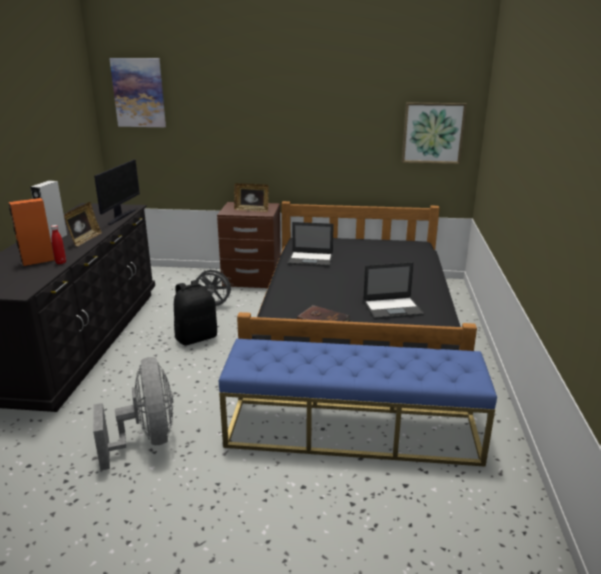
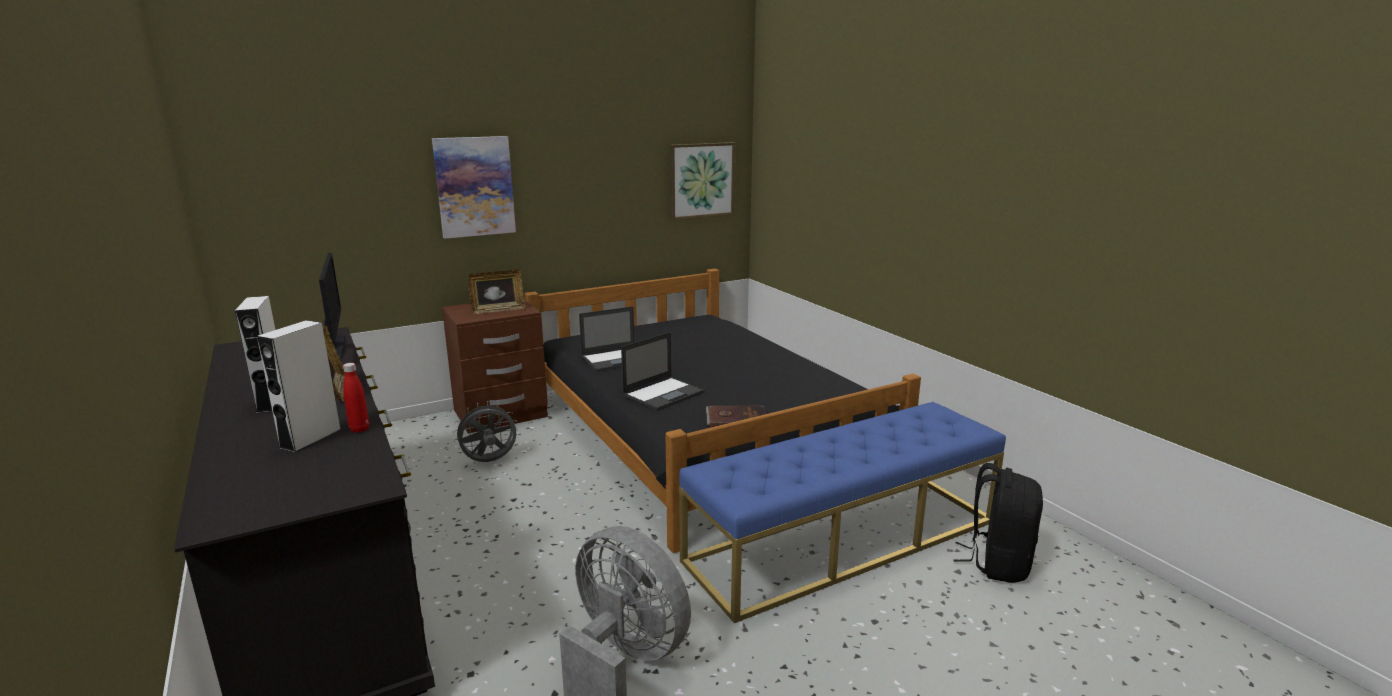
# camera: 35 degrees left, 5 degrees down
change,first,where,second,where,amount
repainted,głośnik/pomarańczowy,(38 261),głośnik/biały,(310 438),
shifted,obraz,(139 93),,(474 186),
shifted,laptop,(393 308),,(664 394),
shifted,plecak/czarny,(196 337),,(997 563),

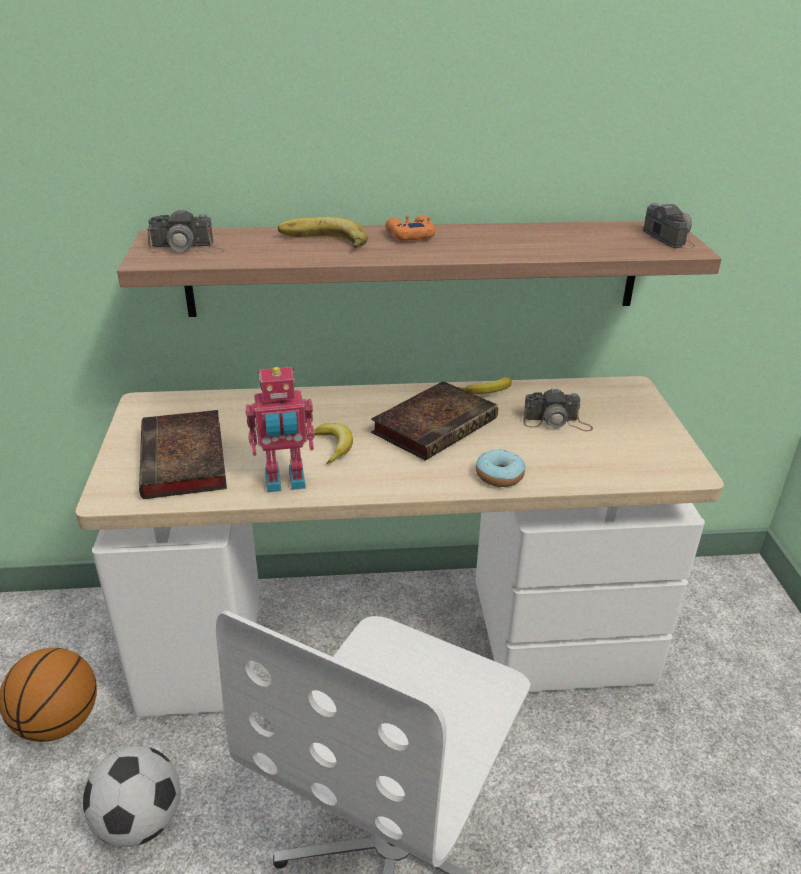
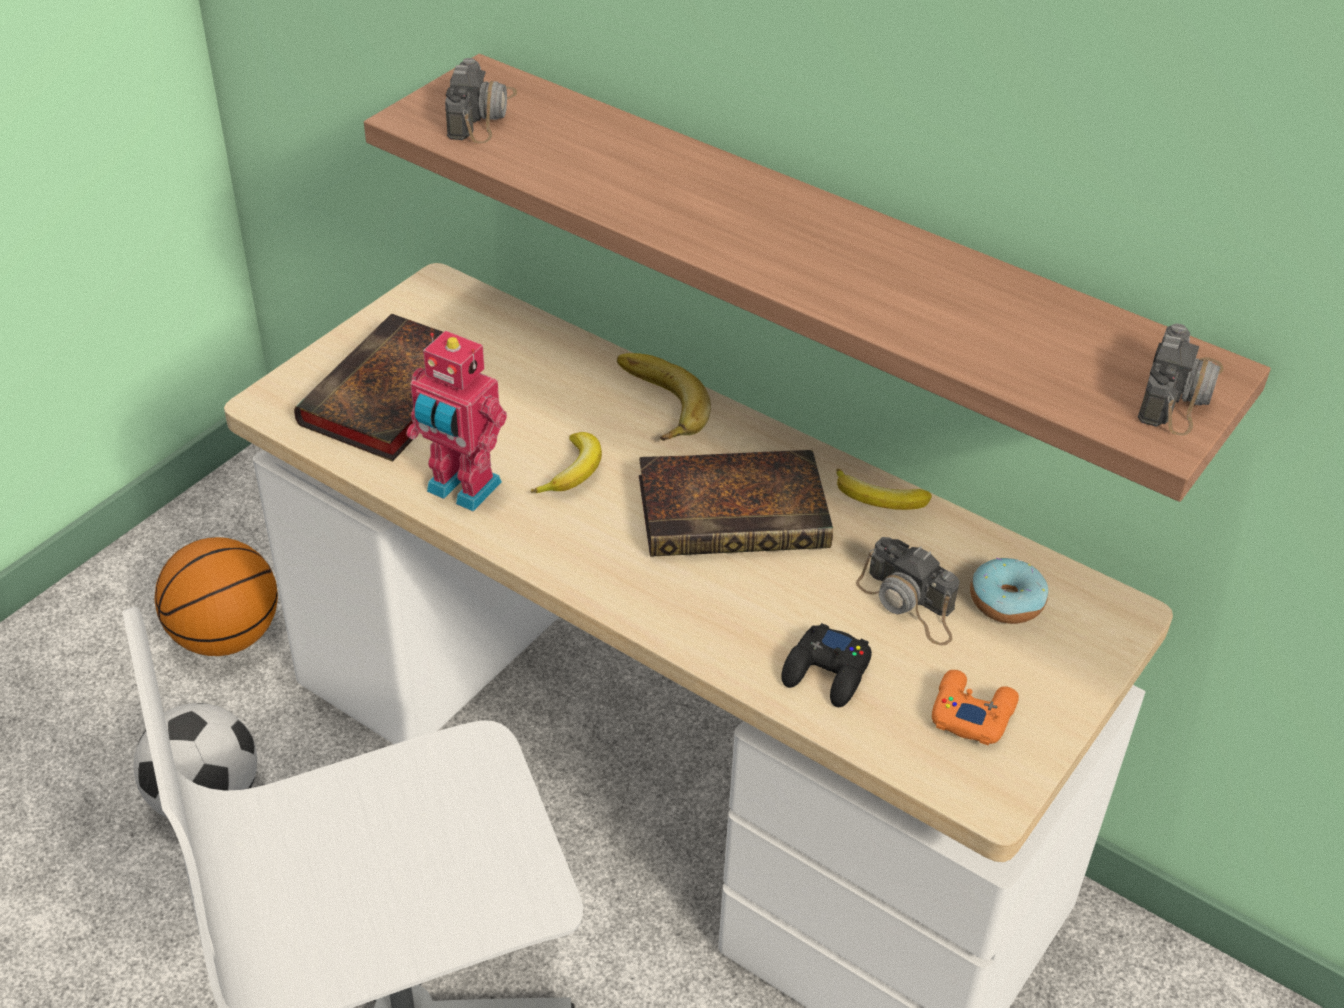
# camera: 40 degrees right, 10 degrees up
change,first,where,second,where,amount
rotated,aparat fotograficzny,(187 248),,(482 114),120 degrees counterclockwise
shifted,banan,(322 242),,(654 404),
new,,,pad do gier/czarny,(827 673),
shifted,pad do gier/pomarańczowy,(409 235),,(971 713),
shifted,donut,(499 476),,(1006 601),

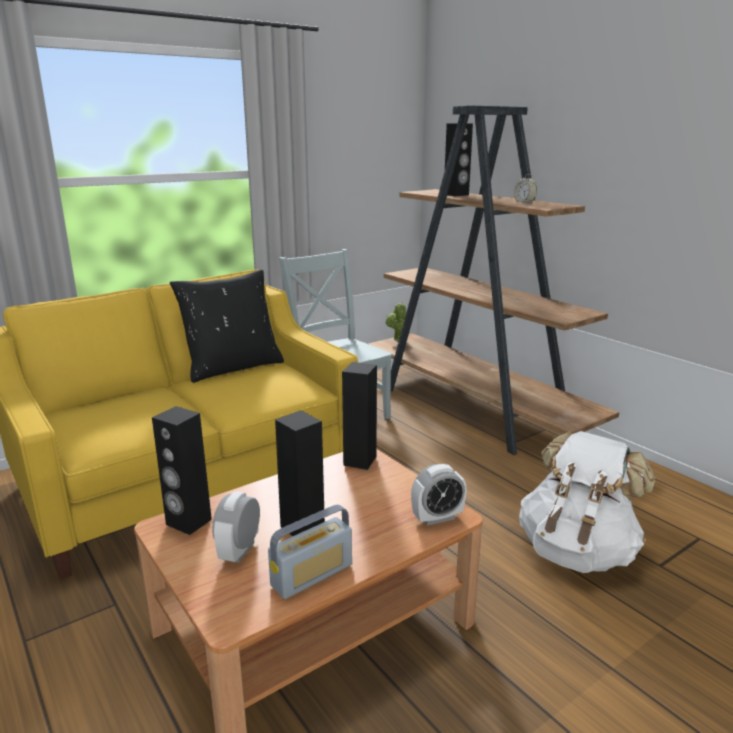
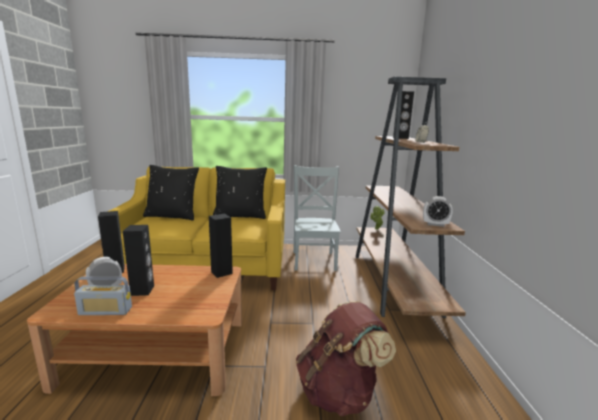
# camera: 35 degrees right, 5 degrees down
change,first,where,second,where,amount
new,,,poduszka/czarny,(172 216),
repainted,plecak/biały,(577 551),plecak/brązowy,(339 391),
shifted,budzik,(437 518),,(435 224),

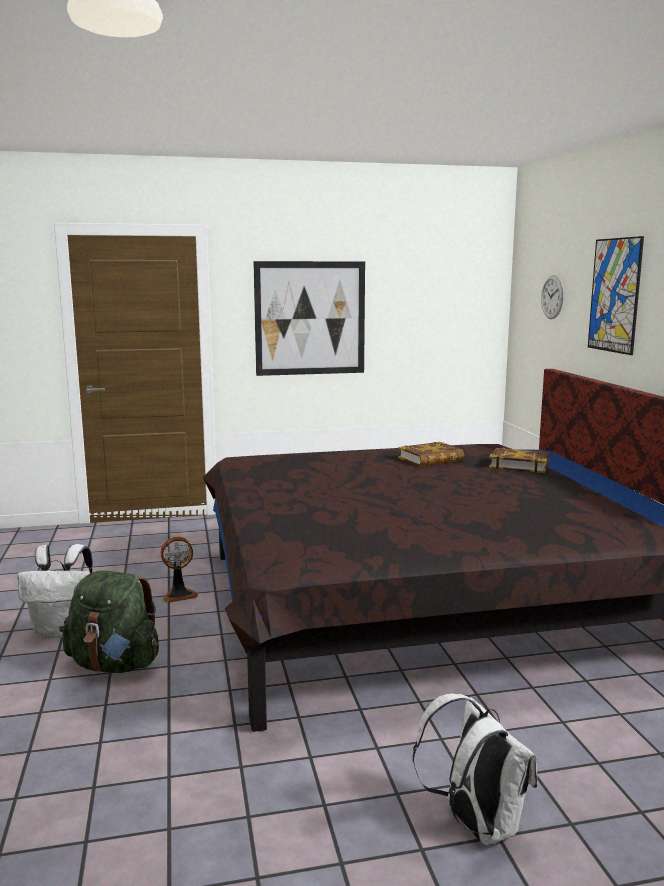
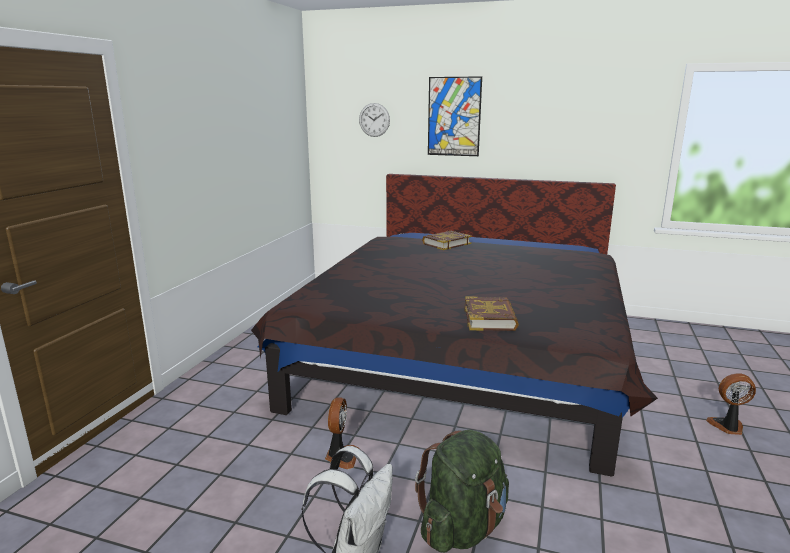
# camera: 60 degrees left, 5 degrees up
change,first,where,second,where,amount
shifted,książka,(431 459),,(490 319),
swapped,plecak/biały,(475 824),wentylator,(727 427),
gone,obraz,(310 318),,,

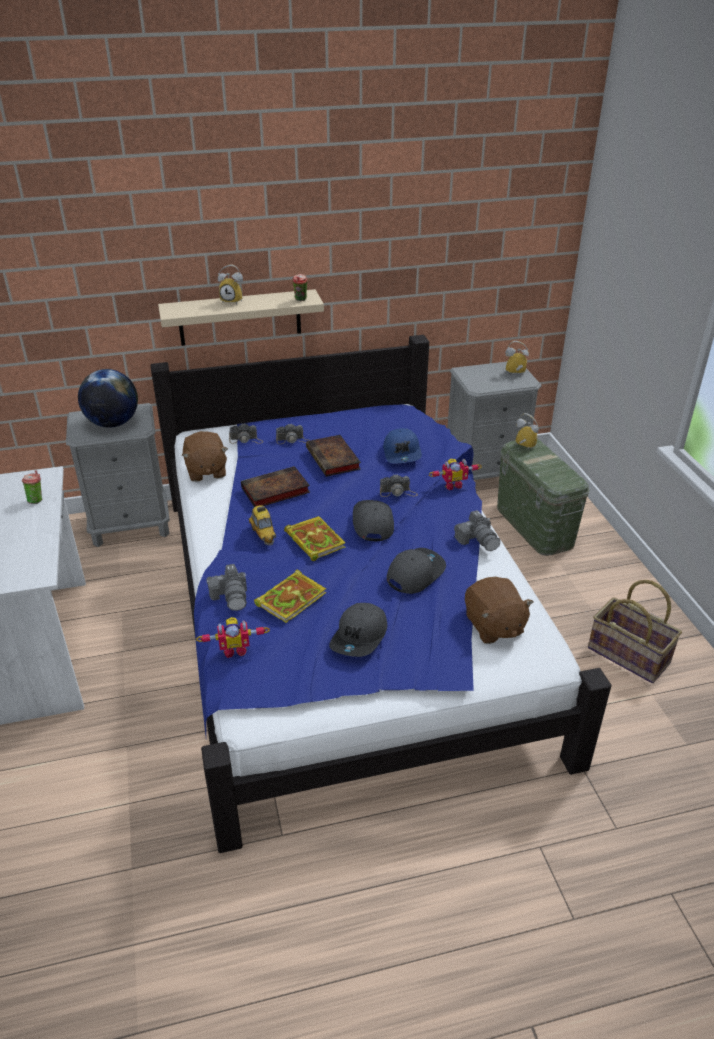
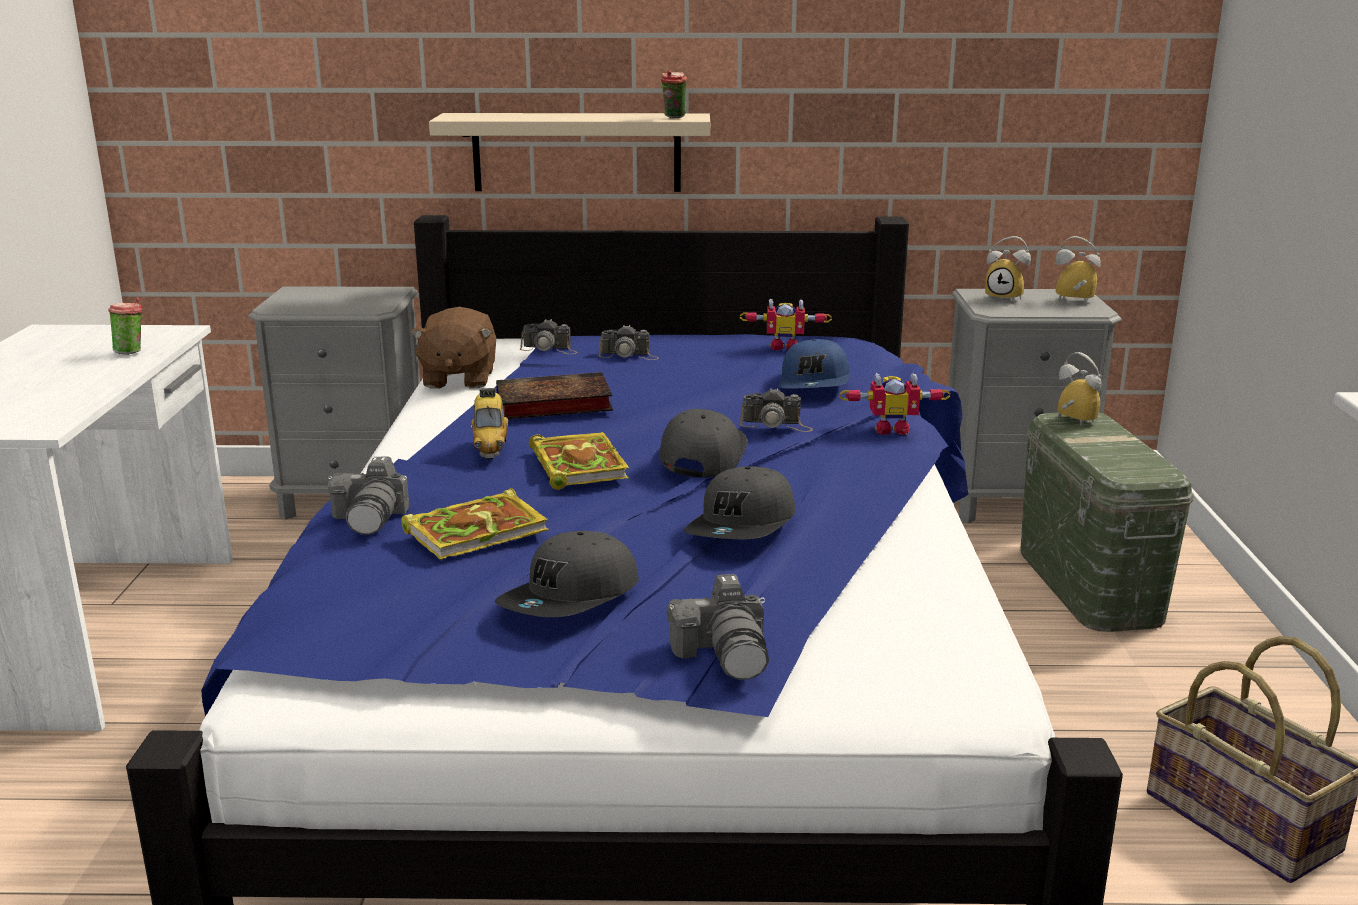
# camera: 15 degrees right, 15 degrees down
change,first,where,second,where,amount
shifted,aparat fotograficzny,(478 540),,(725 653),
rotated,czapka z daszkiem/szary,(415 573),,(743 526),150 degrees clockwise
shifted,robot zabawkowy,(235 649),,(784 346),
shifted,budzik,(233 301),,(1006 298),
gone,globus,(113 423),,,
gone,książka,(334 459),,,
gone,pluszak/brązowy,(493 626),,,

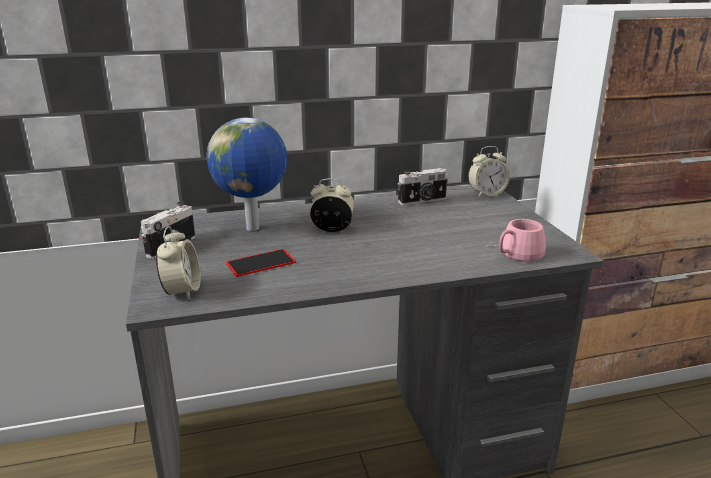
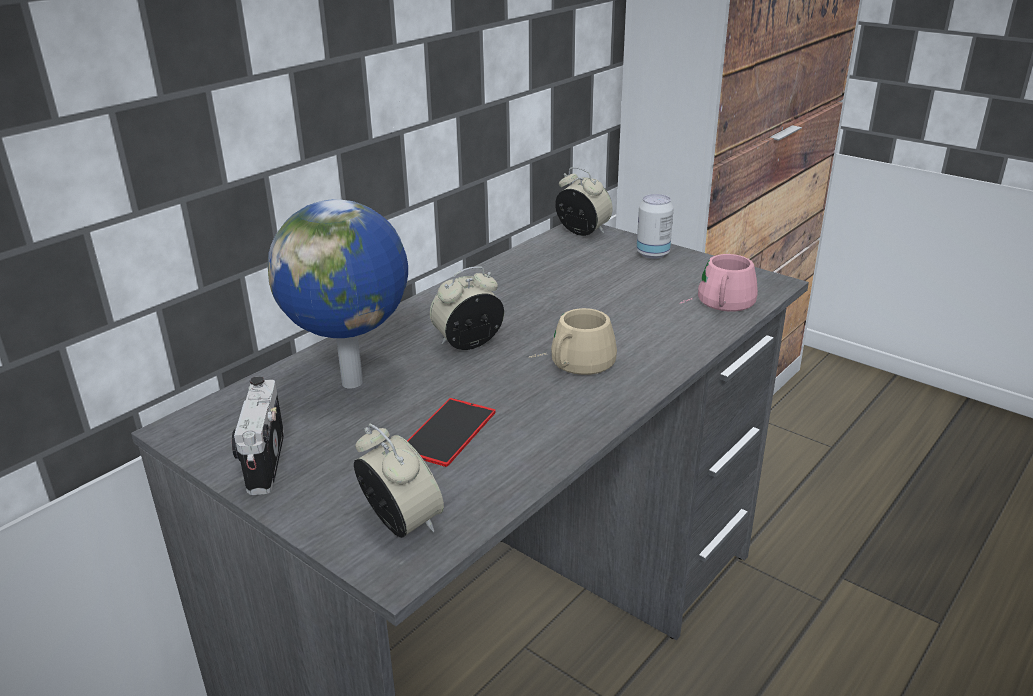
# camera: 35 degrees left, 5 degrees up
change,first,where,second,where,amount
new,,,kubek/beżowy,(572 362),
rotated,budzik,(486 194),,(582 232),90 degrees counterclockwise
new,,,puszka,(653 253),
gone,aparat fotograficzny,(423 201),,,

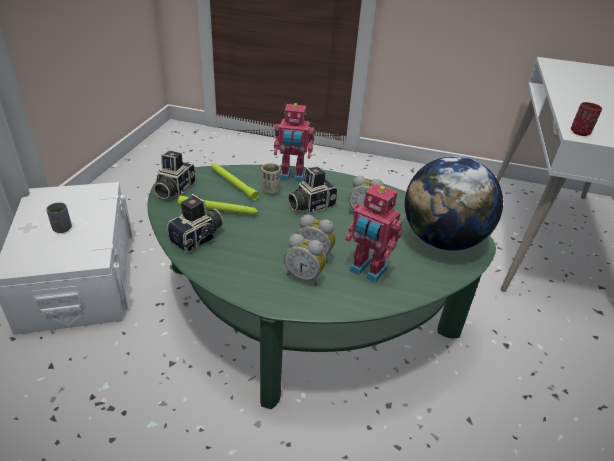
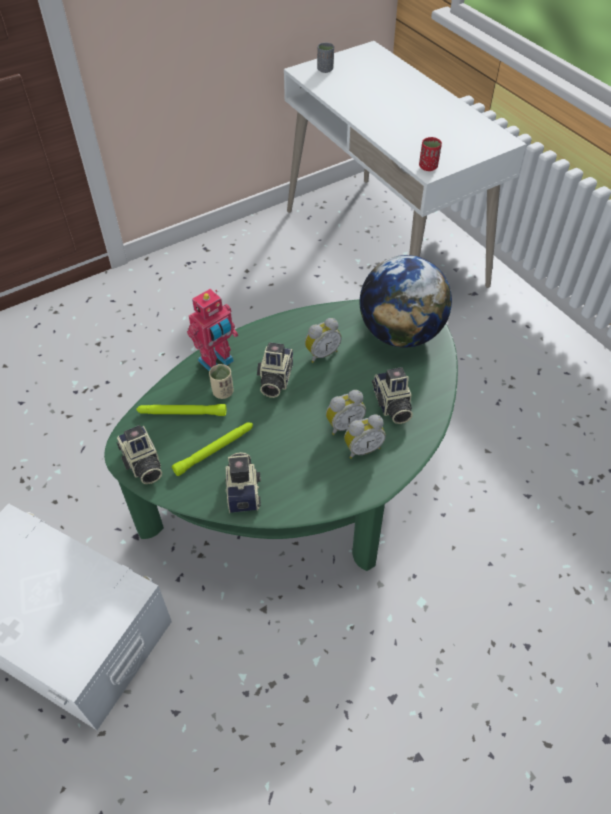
# camera: 45 degrees left, 15 degrees up
change,first,where,second,where,amount
shifted,filiżanka/szary,(62 229),,(325 69),
swapped,robot zabawkowy,(367 271),aparat fotograficzny,(391 405),

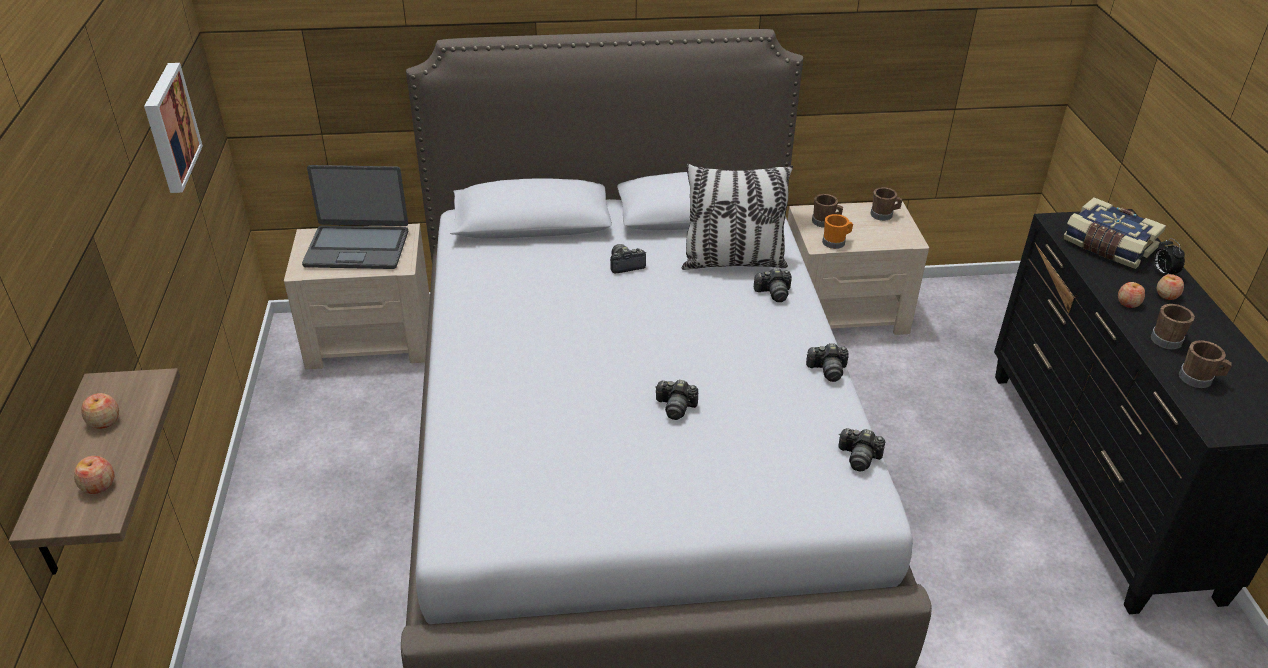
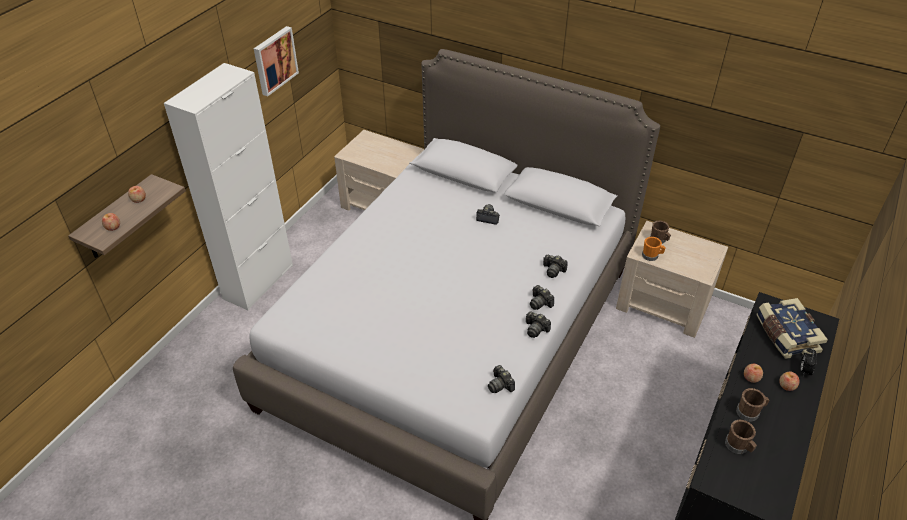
# camera: 35 degrees right, 5 degrees up
change,first,where,second,where,amount
new,,,szafka/biały,(258 282),
shifted,aparat fotograficzny,(675 407),,(540 303),
gone,laptop,(357 248),,,
gone,poduszka,(733 262),,,
gone,kubek/brązowy,(884 215),,,

